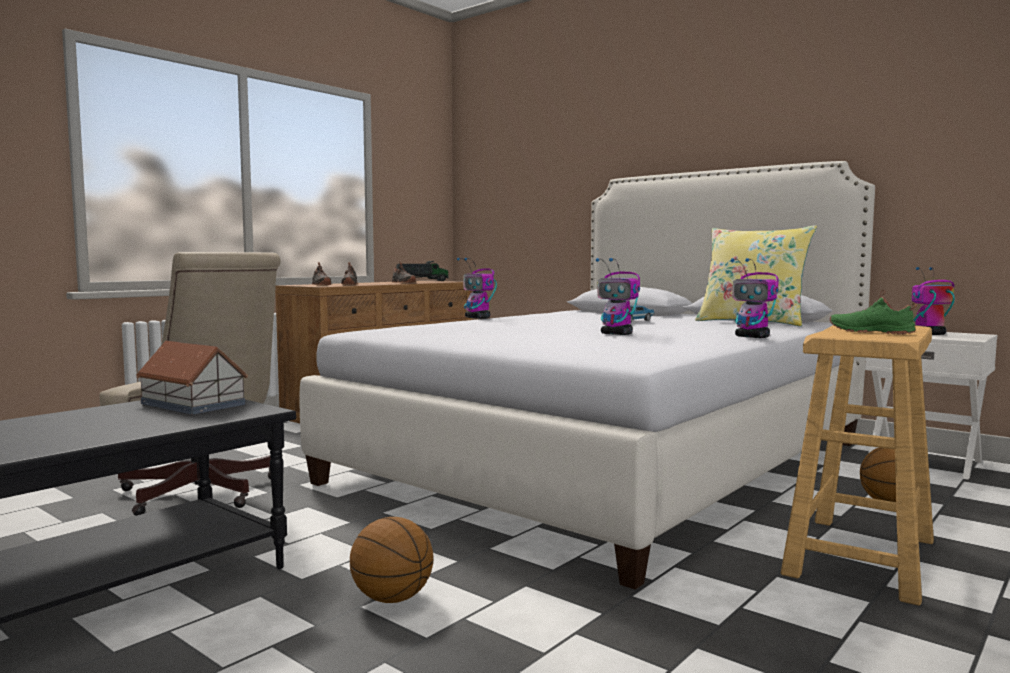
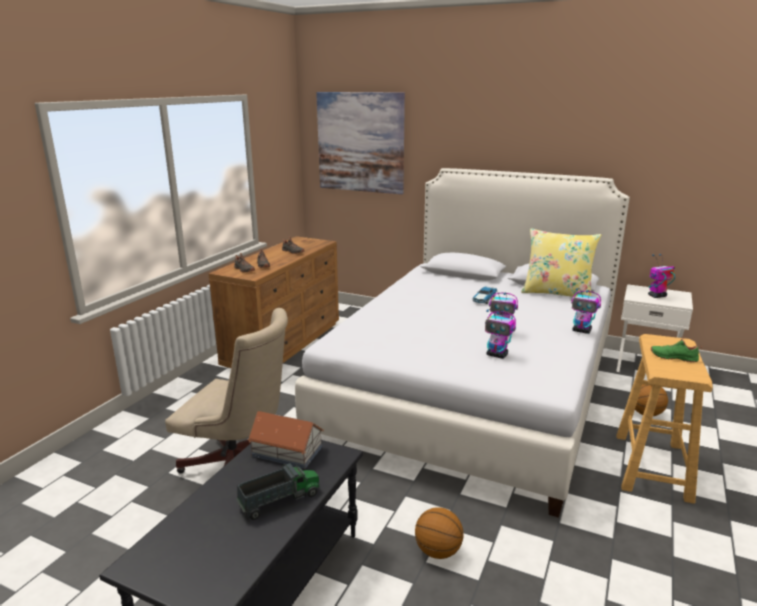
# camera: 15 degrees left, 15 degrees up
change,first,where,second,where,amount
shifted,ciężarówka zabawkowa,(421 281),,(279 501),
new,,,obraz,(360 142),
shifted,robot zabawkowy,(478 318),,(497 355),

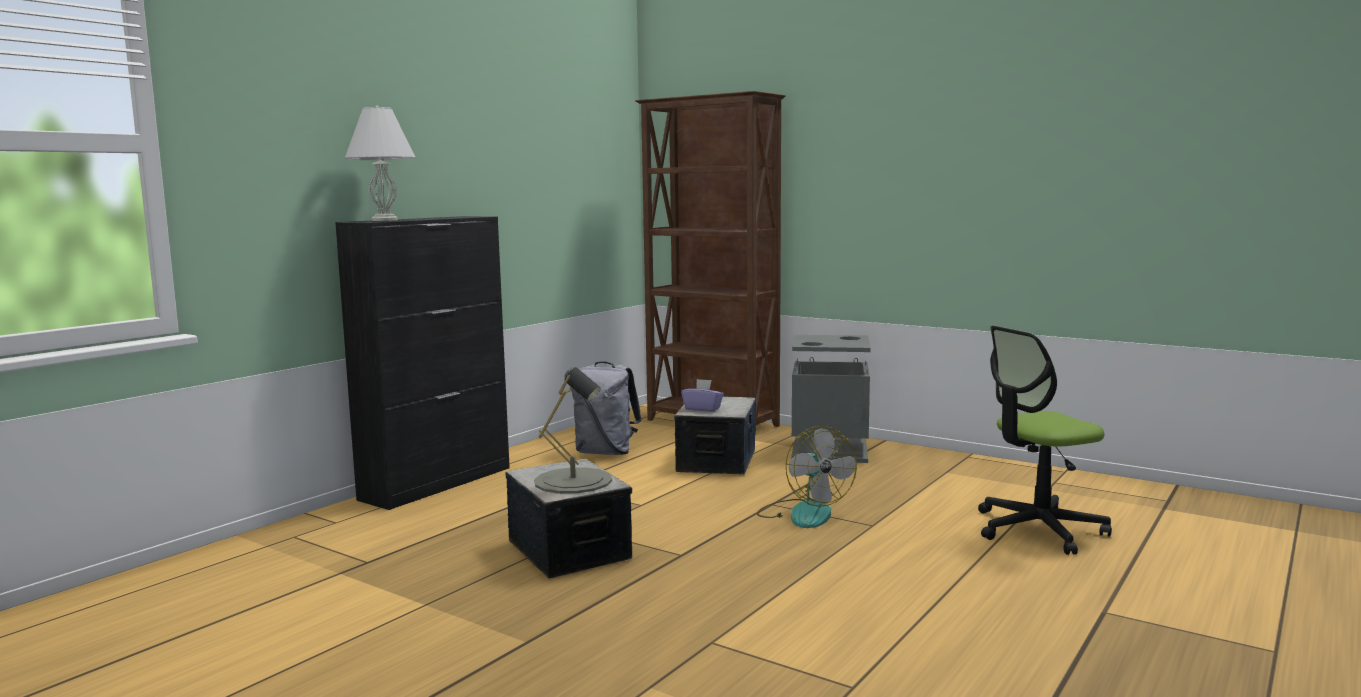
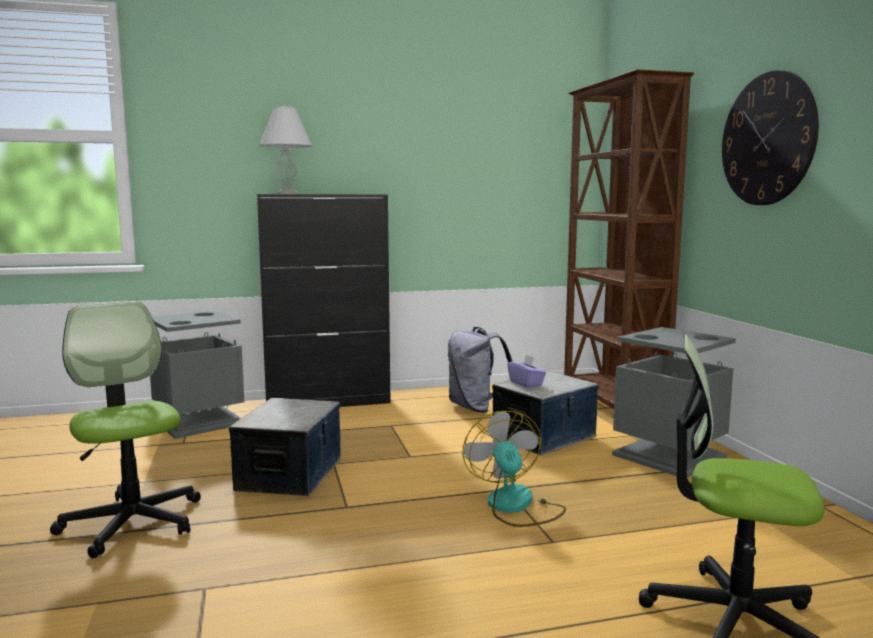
# camera: 40 degrees right, 0 degrees up
change,first,where,second,where,amount
new,,,krzesło biurowe,(132 523),
new,,,kosz na śmieci/szary,(198 422),
rotated,wentylator,(803 513),,(515 507),150 degrees clockwise
new,,,zegar ścienny,(767 139),
gone,lampa stołowa/szary,(573 481),,,

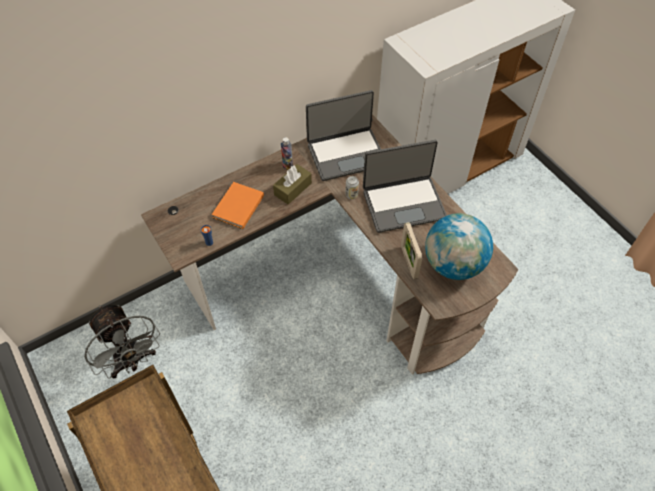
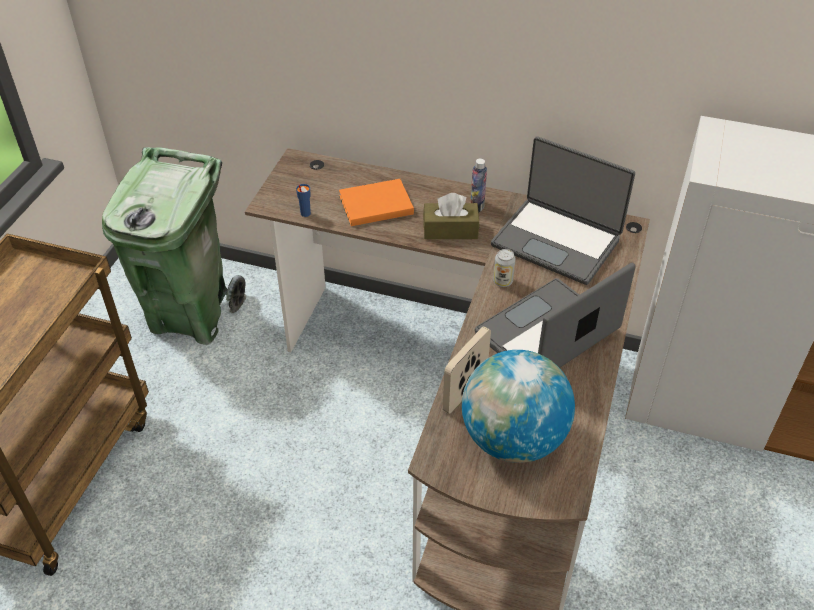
# camera: 50 degrees right, 10 degrees down
change,first,where,second,where,amount
swapped,wentylator/szary,(132 362),kosz na śmieci/zielony,(191 315),
rotated,laptop,(403 203),,(548 334),105 degrees clockwise

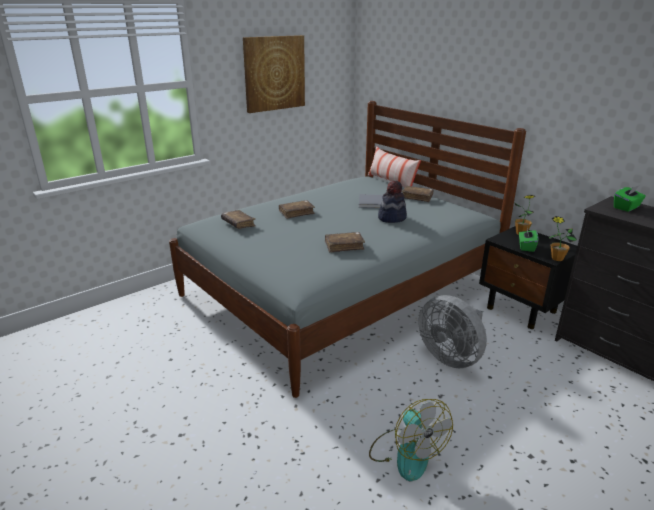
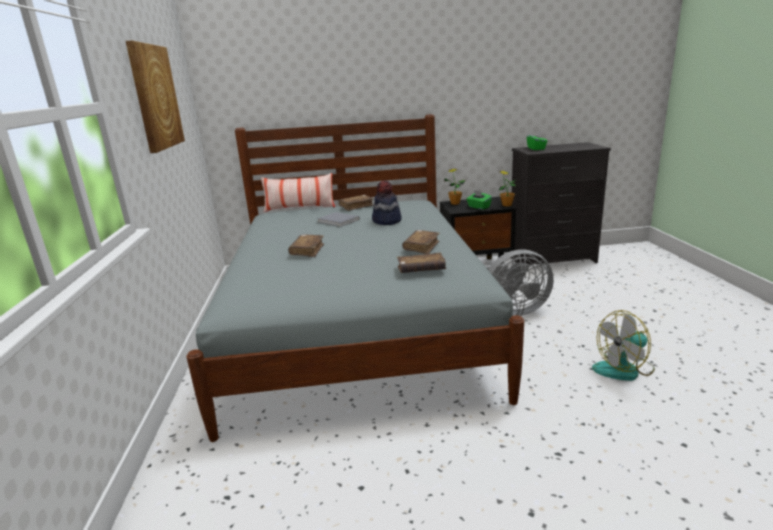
# camera: 55 degrees left, 5 degrees down
change,first,where,second,where,amount
shifted,książka/brązowy,(238 224),,(421 270),
rotated,wentylator,(406 453),,(624 369),150 degrees clockwise

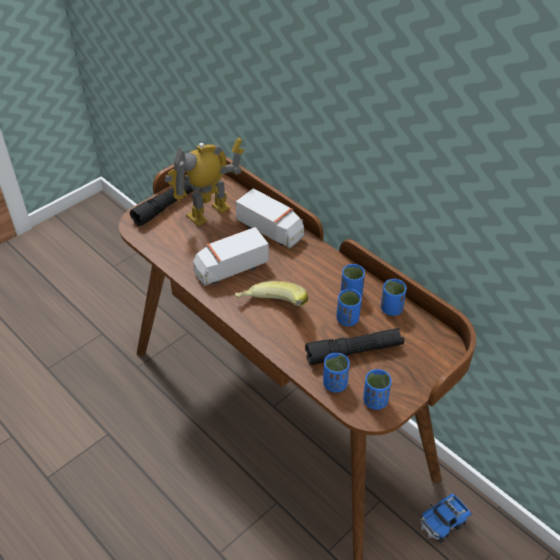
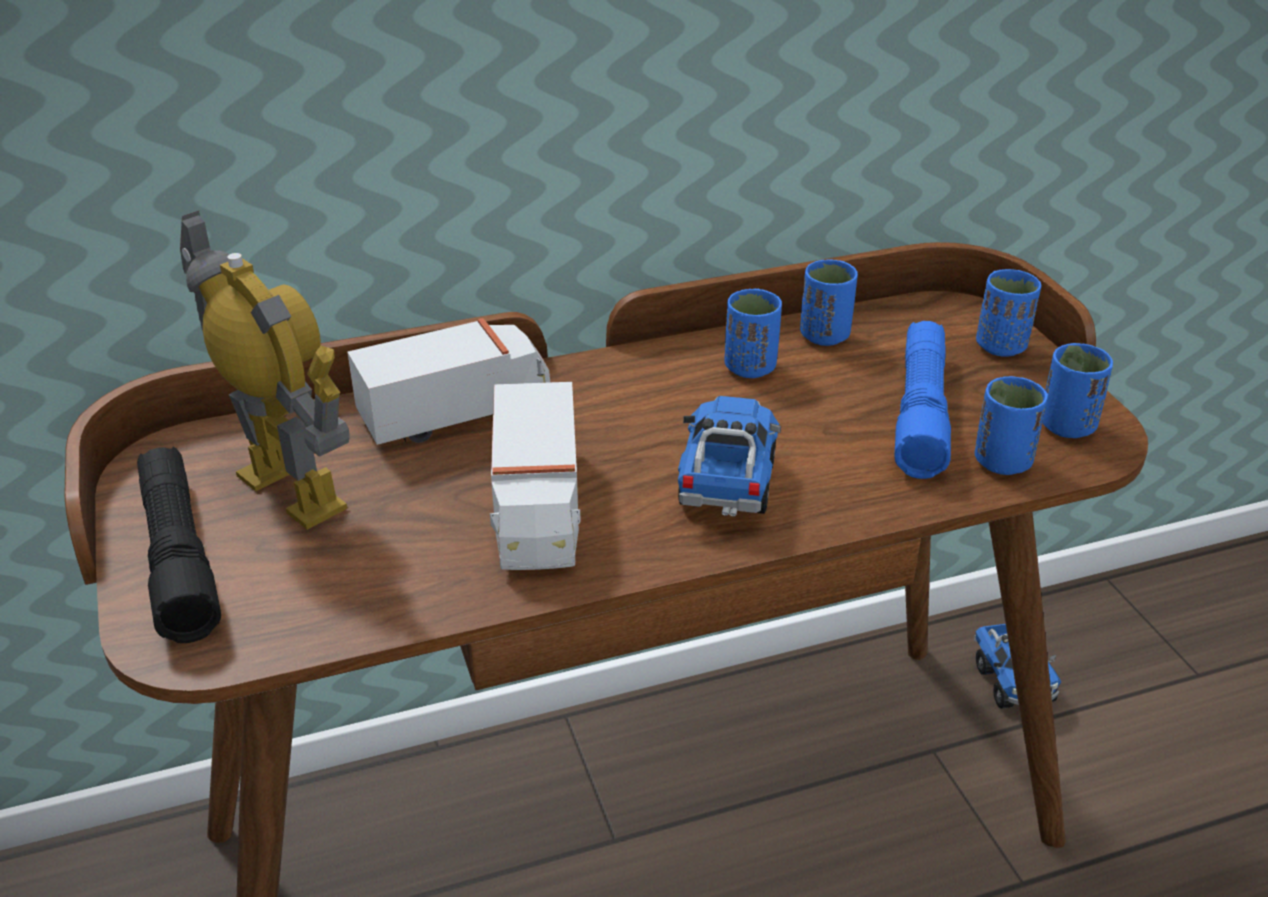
# camera: 65 degrees left, 10 degrees down
change,first,where,second,where,amount
rotated,robot zabawkowy,(209 213),,(292 490),150 degrees clockwise
swapped,banan,(271 309),ciężarówka zabawkowa,(727 486),
repainted,latarka/czarny,(354 352),latarka/niebieski,(920 412),
shifted,filiżanka/niebieski,(347 319),,(1001 346),

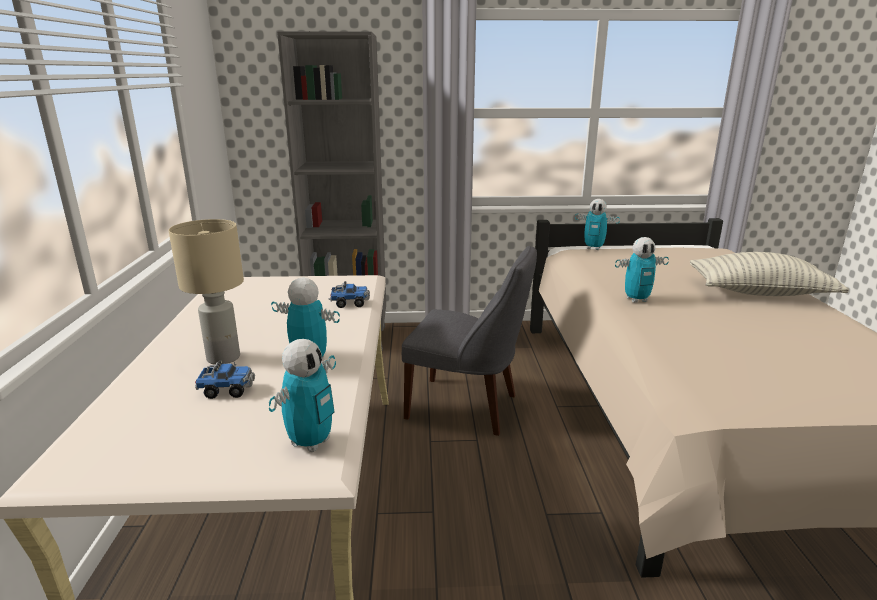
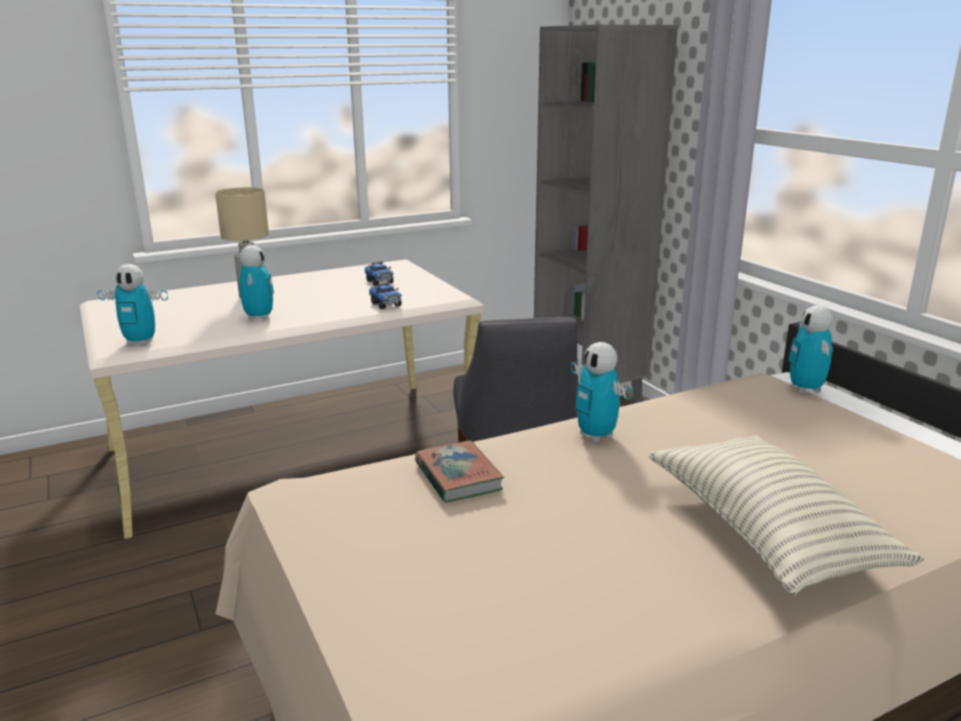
# camera: 65 degrees right, 0 degrees up
change,first,where,second,where,amount
shifted,ciężarówka zabawkowa,(227 390),,(379 282),
new,,,książka,(458 477),

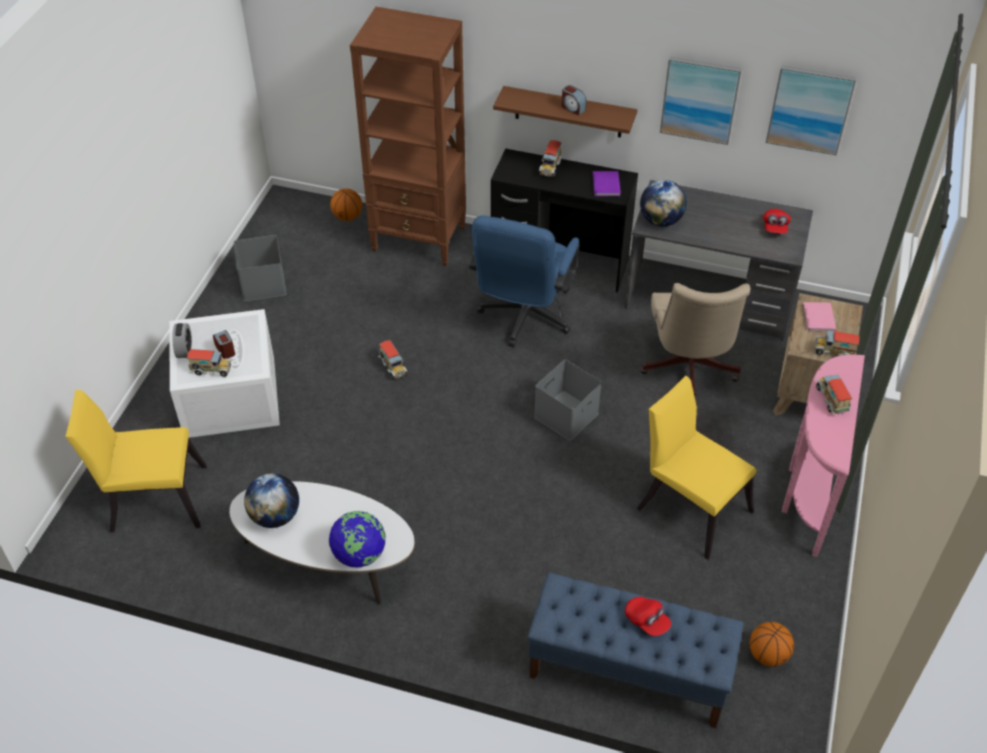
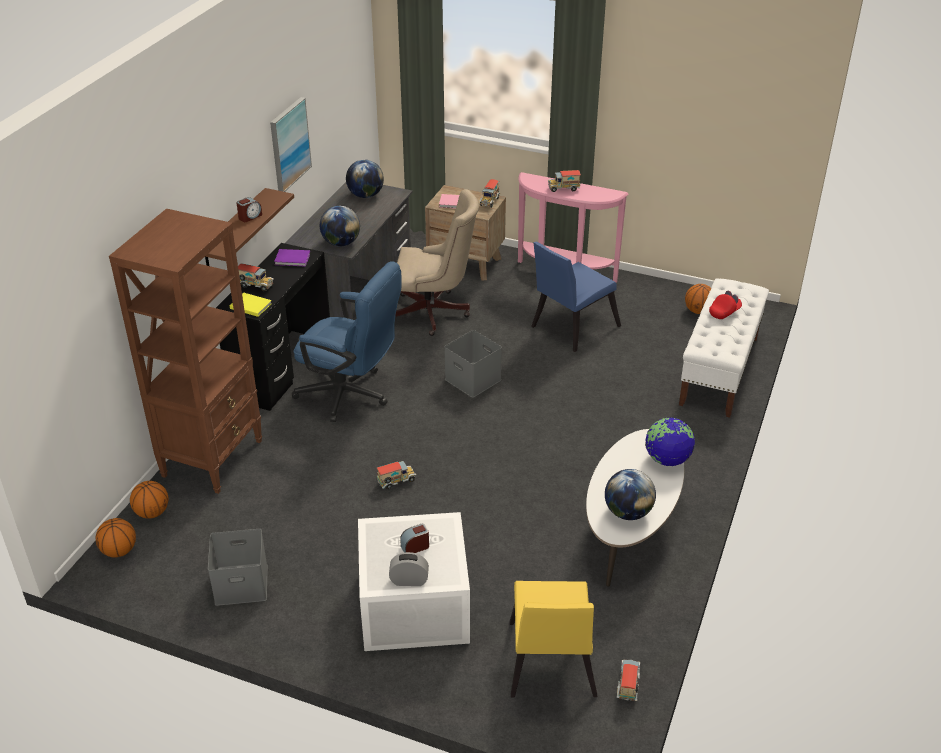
# camera: 85 degrees left, 10 degrees down
change,first,where,second,where,amount
new,,,piłka do koszykówki,(119 551),
new,,,książka/żółty,(250 305),
swapped,czapka z daszkiem/czerwony,(774 227),globus,(365 195),
repainted,krzesło/żółty,(690 505),krzesło/niebieski,(571 328),
shifted,ciężarówka zabawkowa,(211 371),,(628 685),
repainted,ławka/niebieski,(628 672),ławka/biały,(719 371),
gone,obraz,(809 109),,,

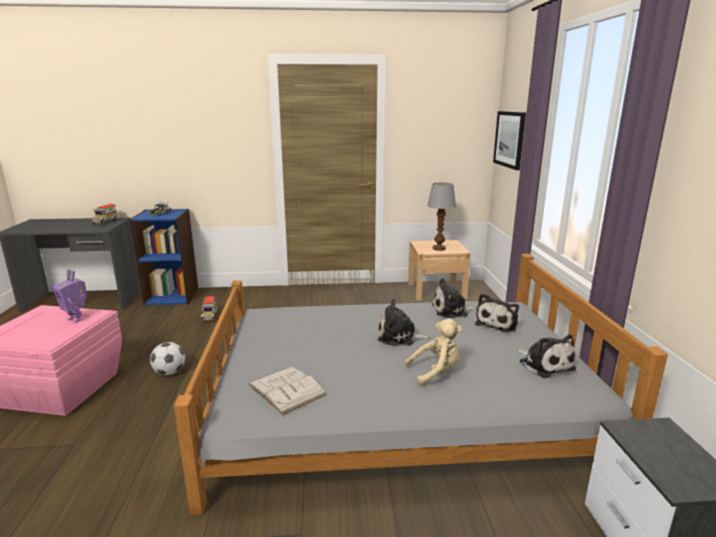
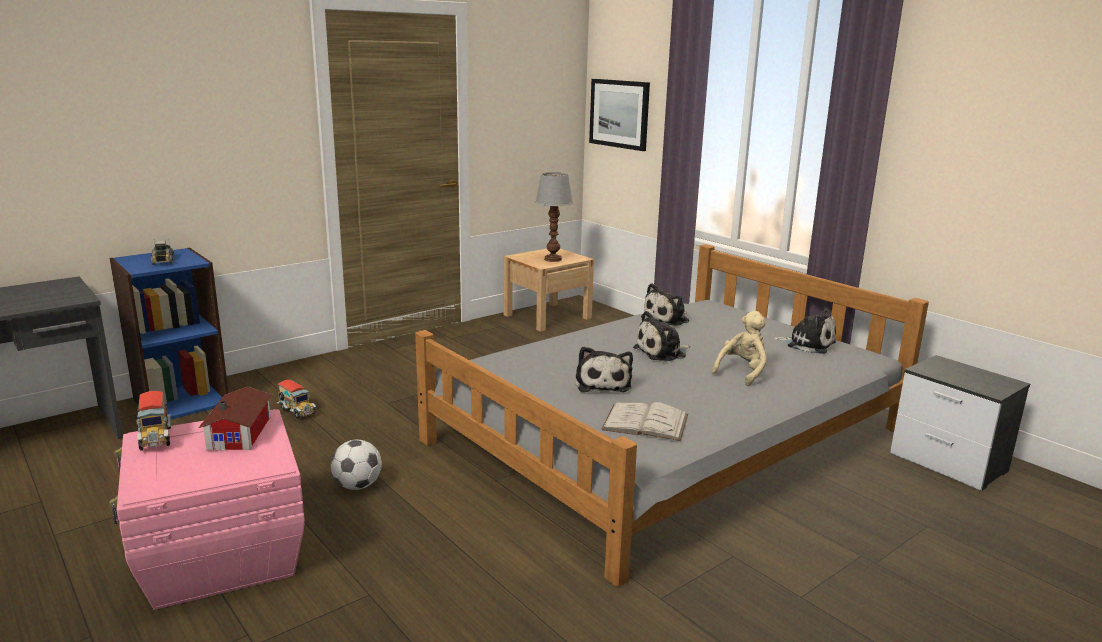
# camera: 35 degrees left, 0 degrees up
change,first,where,second,where,amount
shifted,ciężarówka zabawkowa,(105 222),,(155 438),
swapped,robot zabawkowy,(76 319),domek,(242 431),
shifted,pluszak,(497 323),,(602 383),

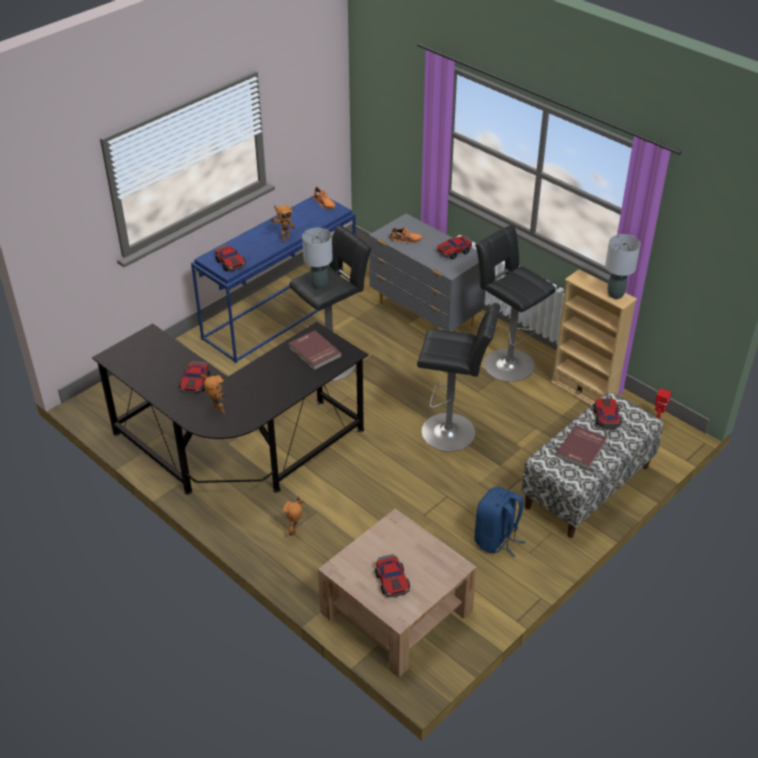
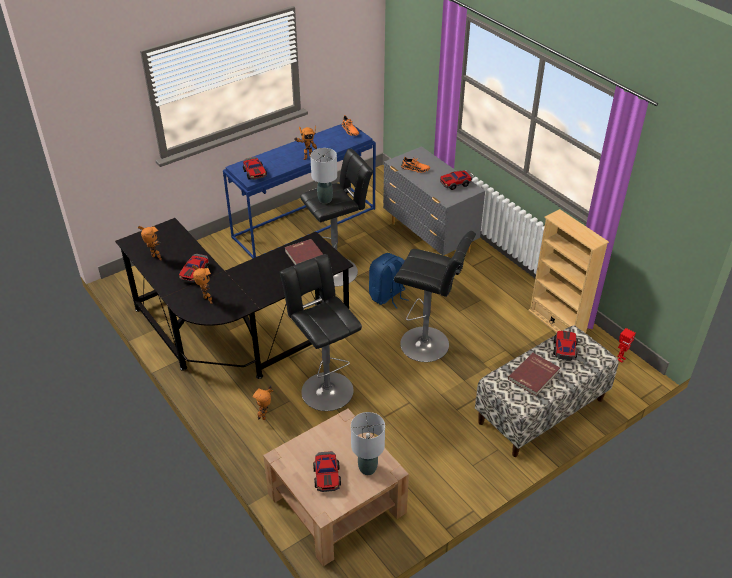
# camera: 10 degrees right, 0 degrees up
change,first,where,second,where,amount
new,,,robot zabawkowy,(155 259),
shifted,stołek/czarny,(506 363),,(325 388),
shifted,lampa stołowa/szary,(615 294),,(367 469),
shifted,plecak/niebieski,(497 539),,(387 296),

